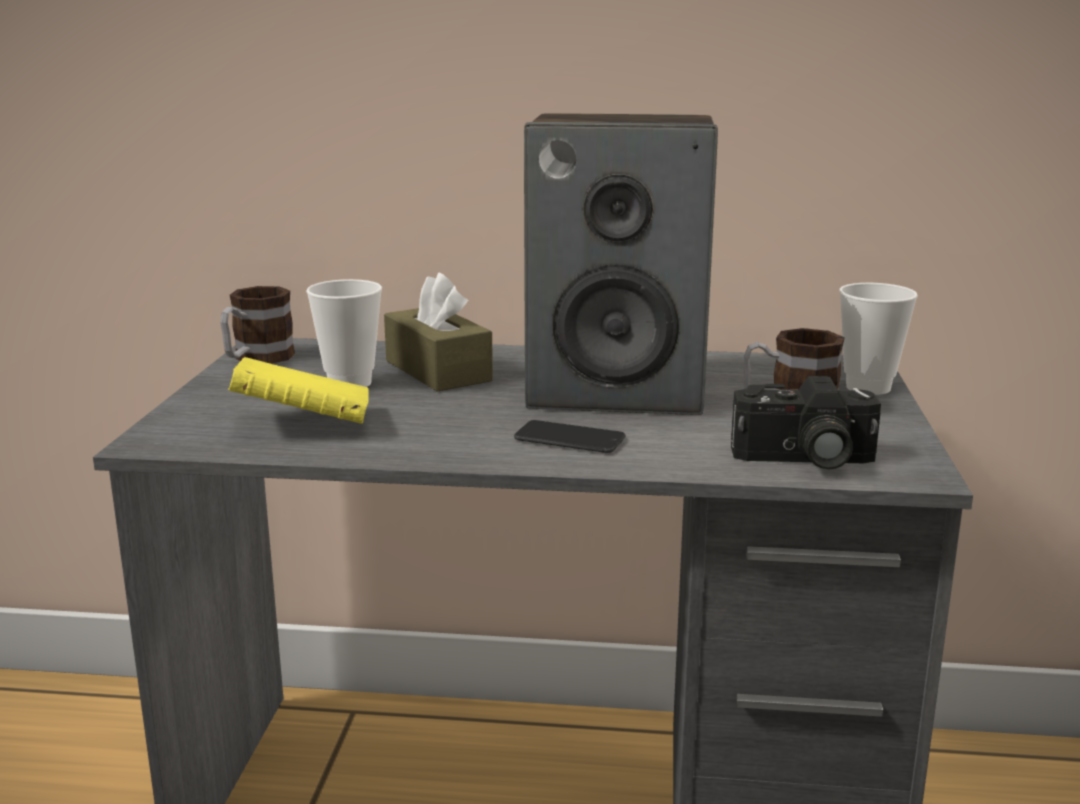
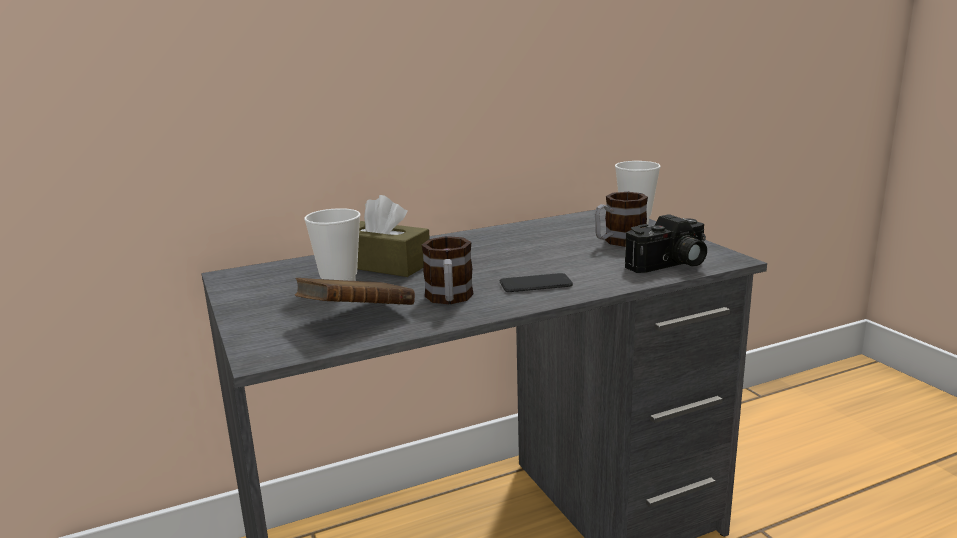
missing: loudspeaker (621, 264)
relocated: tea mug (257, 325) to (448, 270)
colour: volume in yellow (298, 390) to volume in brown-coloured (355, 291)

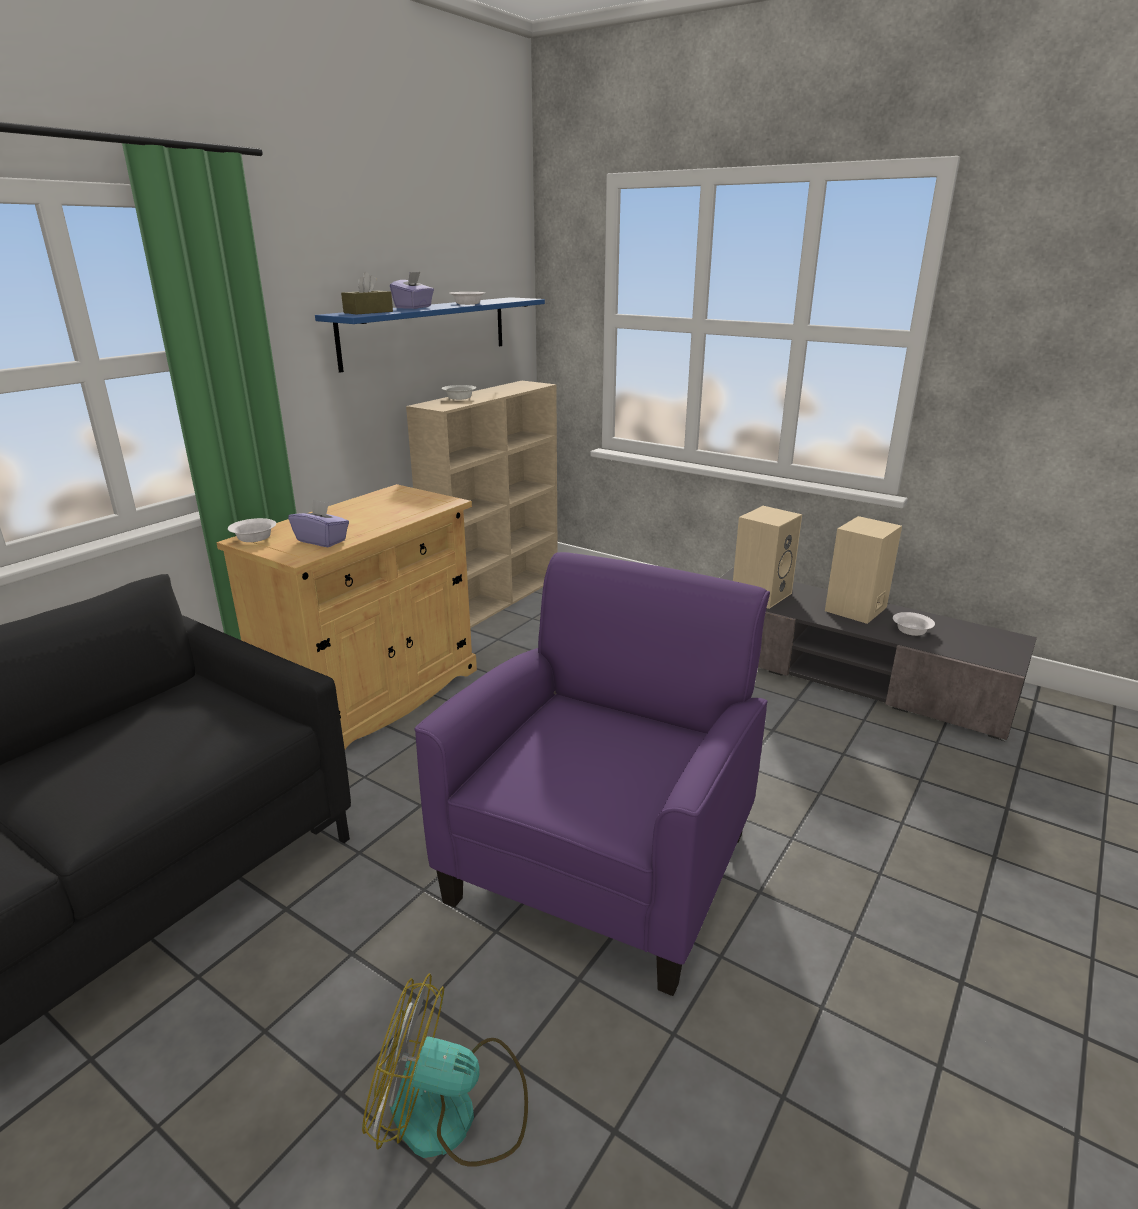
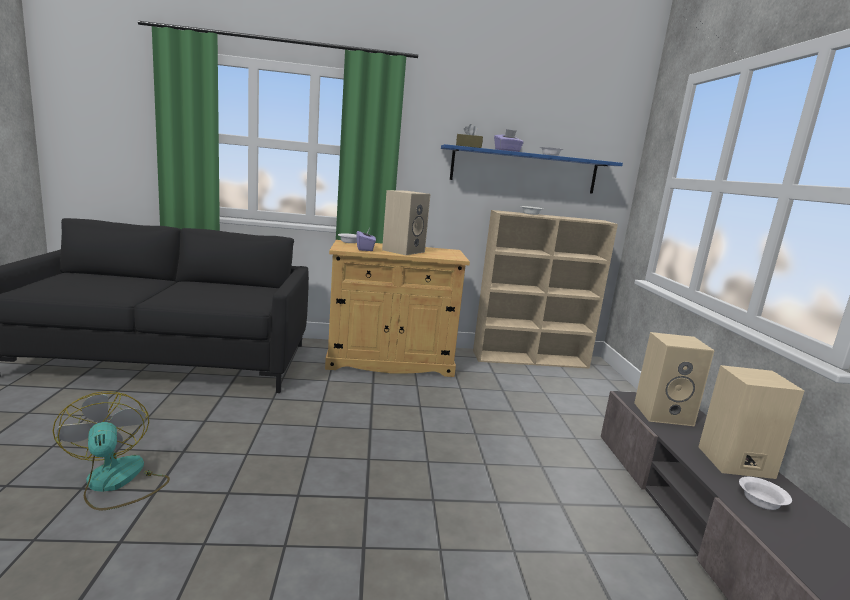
missing: easy chair in purplish (592, 774)
appeared: loudspeaker in sand-coloured (406, 222)

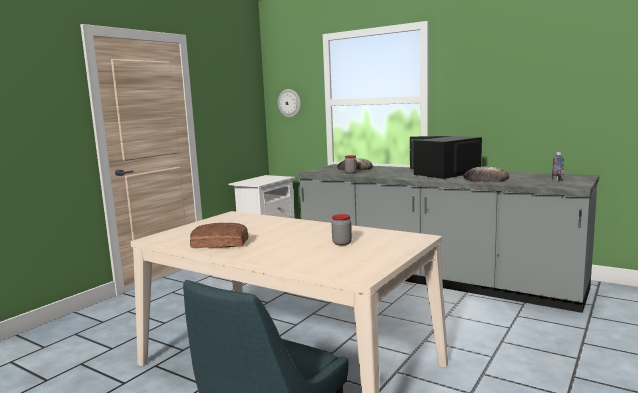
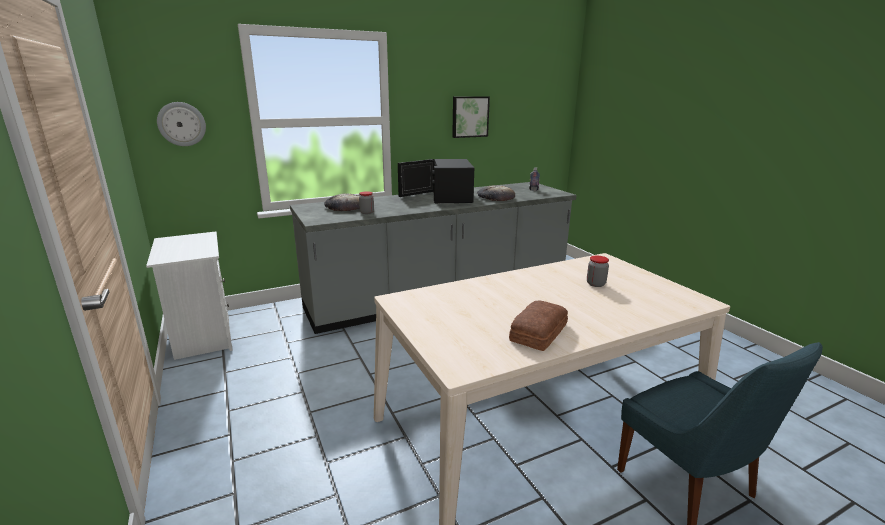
appeared: wall art (471, 117)

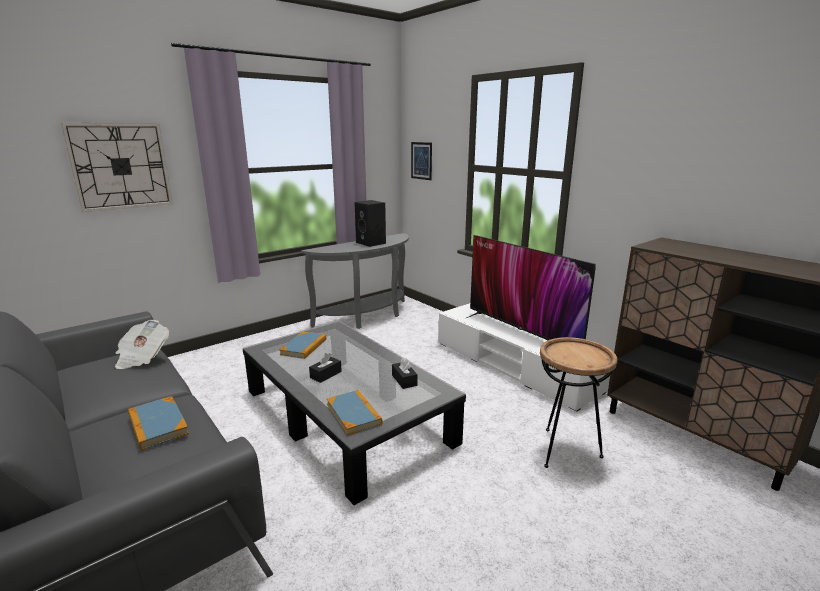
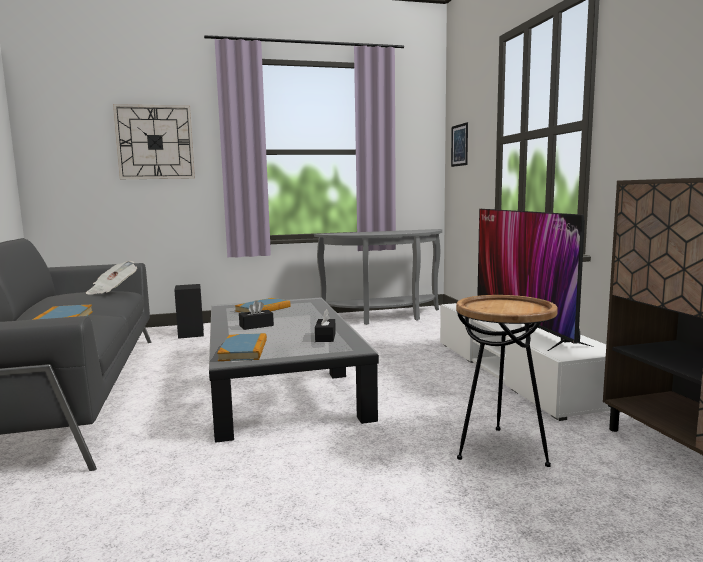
relocated: loudspeaker in black (370, 223) to (189, 311)

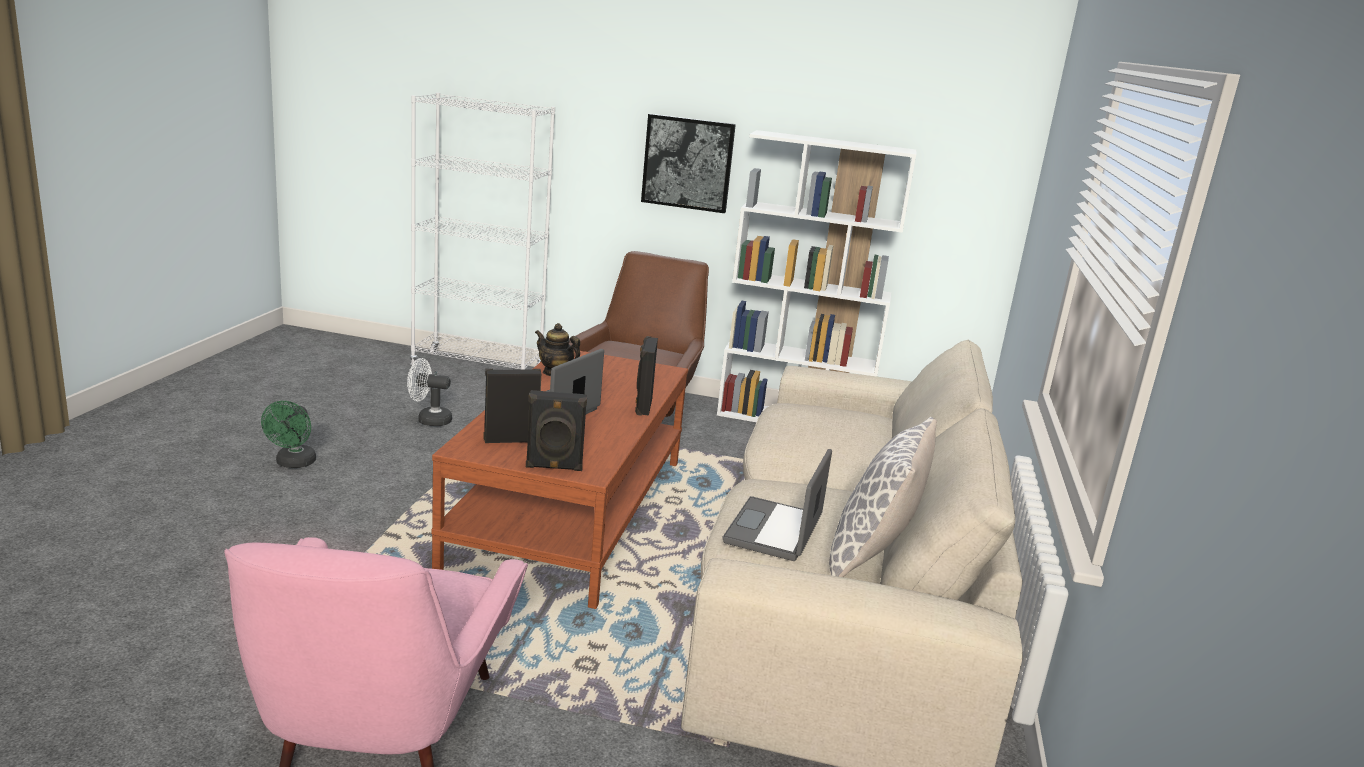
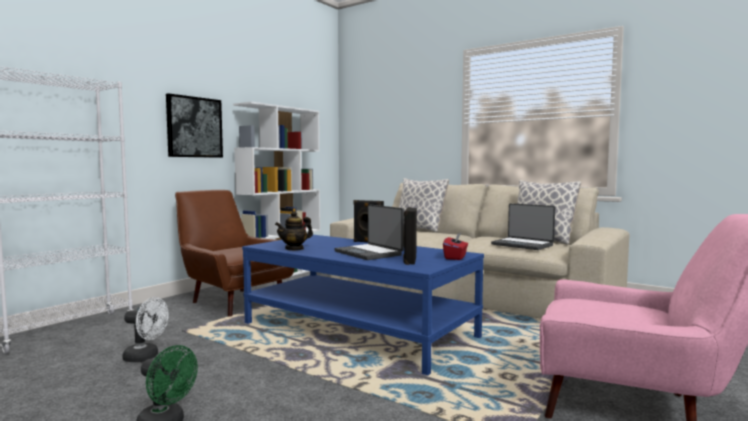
appeared: cushion (423, 205)
exchanged: loudspeaker in black (556, 430) to tissue box in reddish (455, 246)
colour: coffee table in brown-coloured (559, 480) to coffee table in bluish (363, 305)
spun: cooling fan in white (429, 392) = (146, 329) 105 degrees counterclockwise

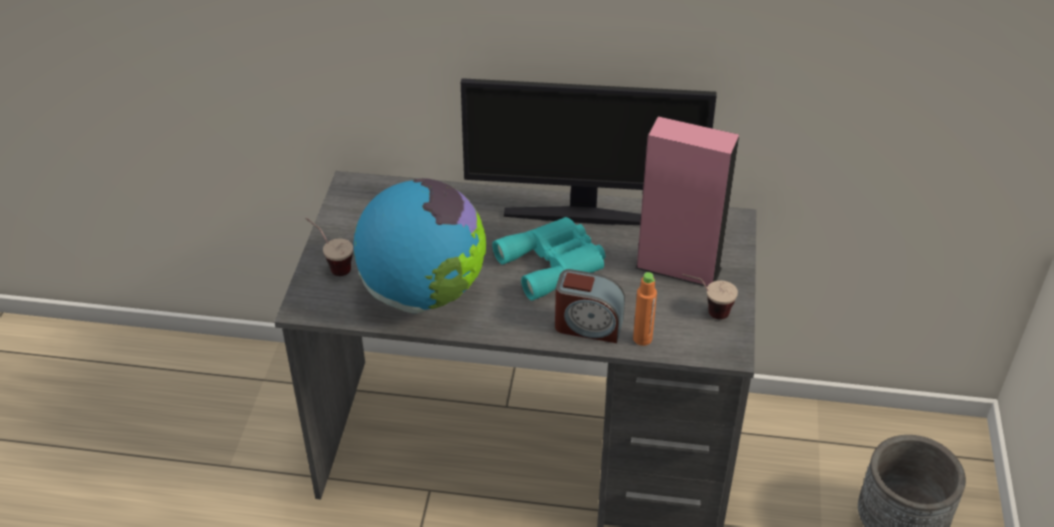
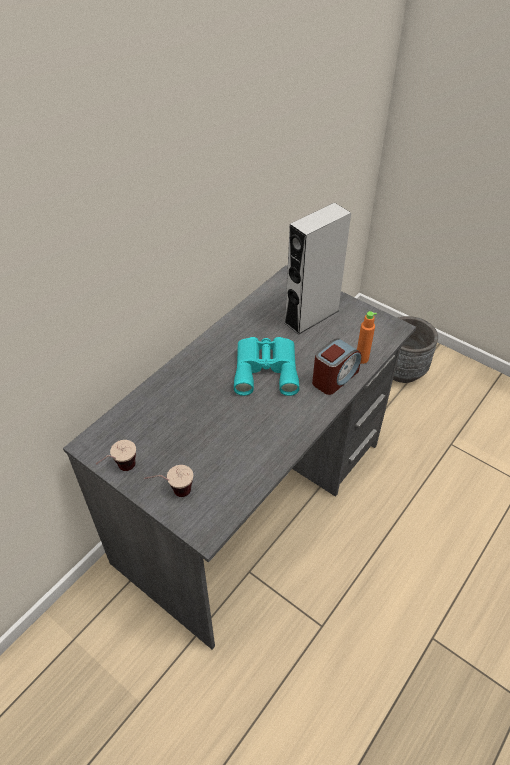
missing: desk globe (420, 245); computer display (589, 151)
relocated: cup (710, 297) to (116, 455)
colour: loudspeaker in pink (687, 201) to loudspeaker in grey (317, 268)

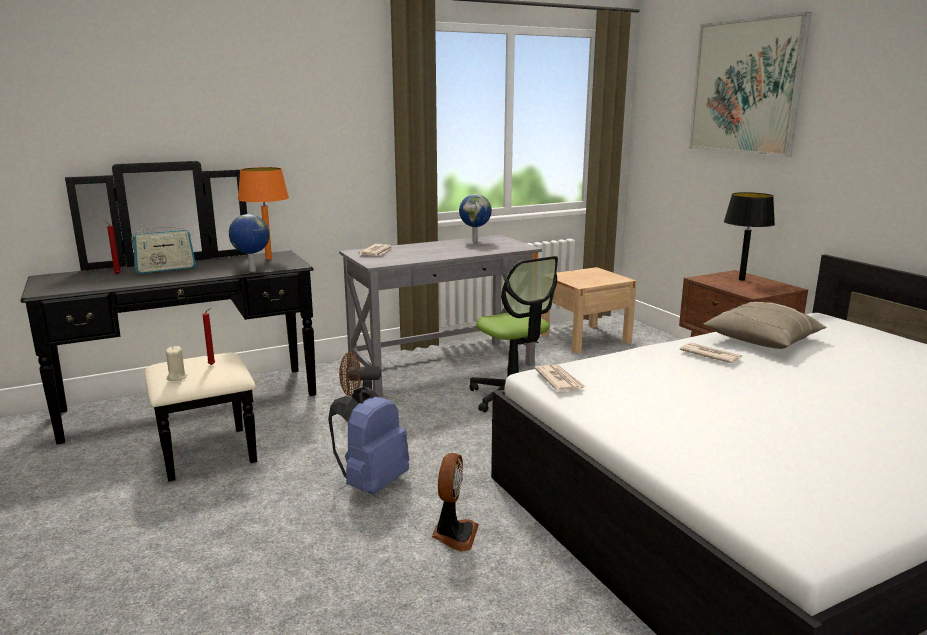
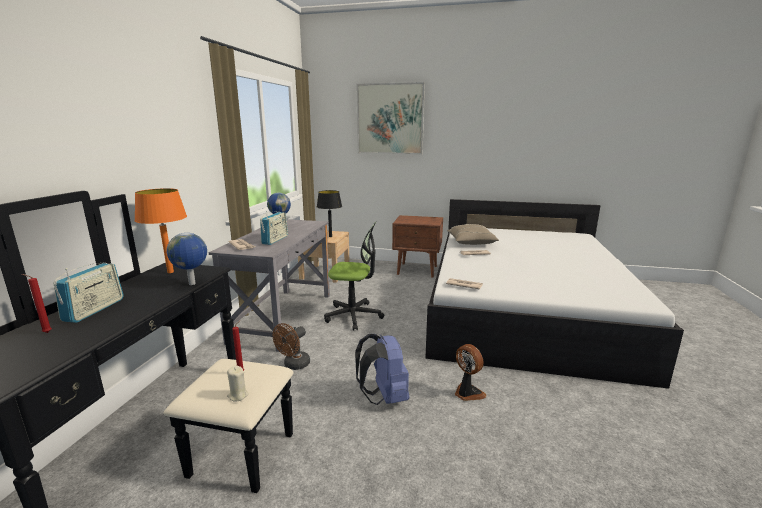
appeared: radio set (274, 228)
relocated: tabletop lamp in black (749, 236) to (329, 213)

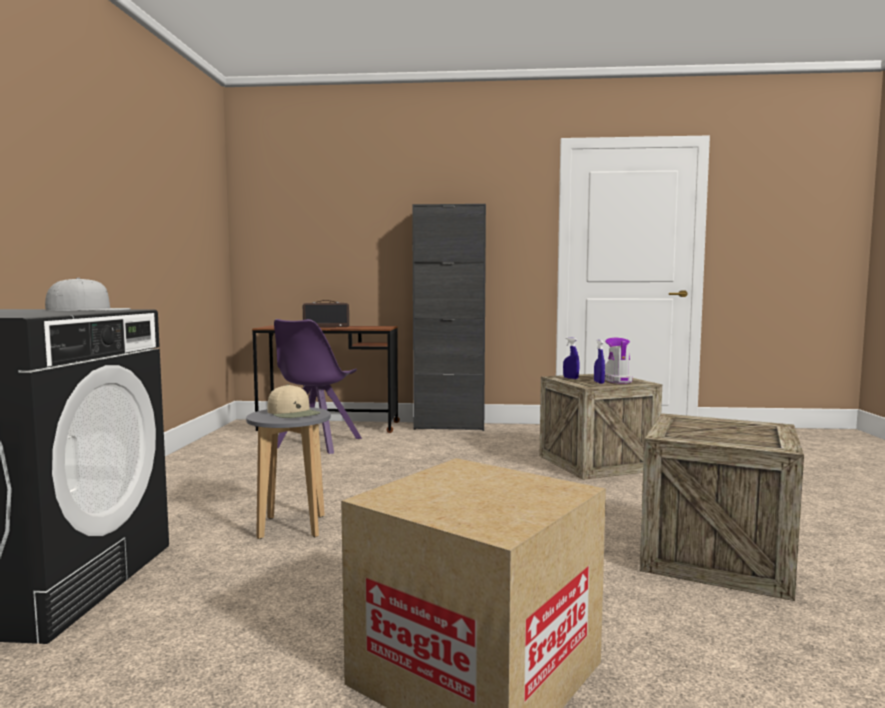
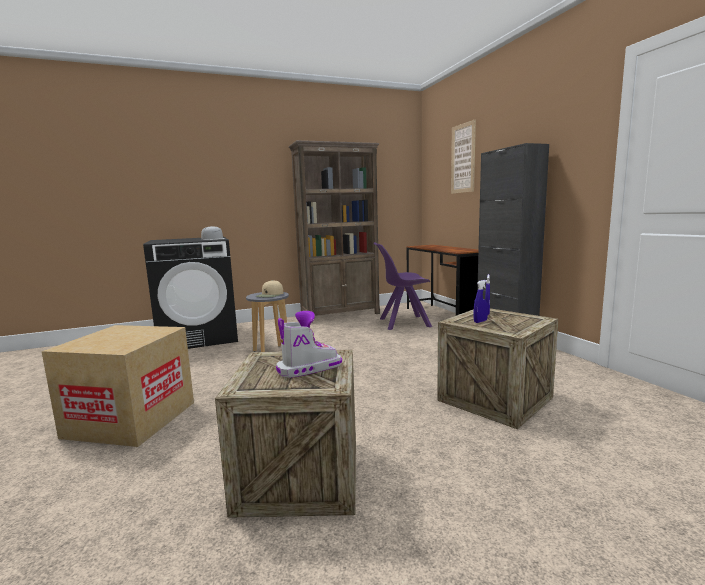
missing: radio set (326, 314)
appeared: bookshelf in brown-coloured (334, 231); wall art (463, 157)
relocated: tall boot (618, 361) to (309, 344)

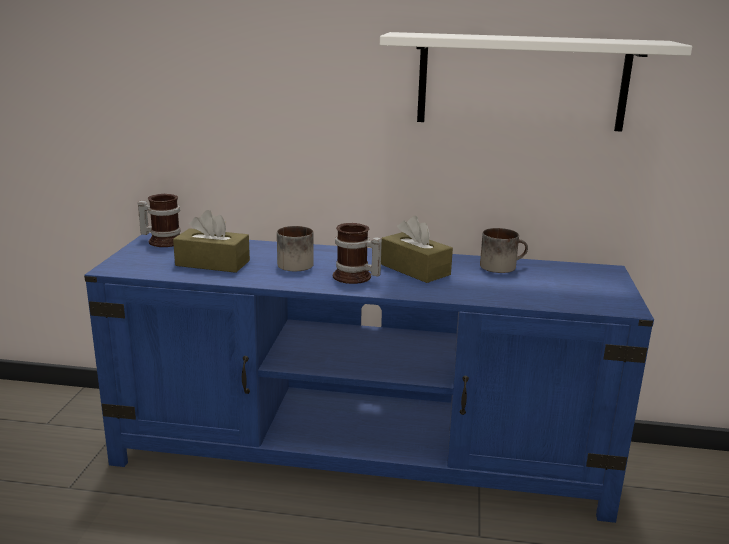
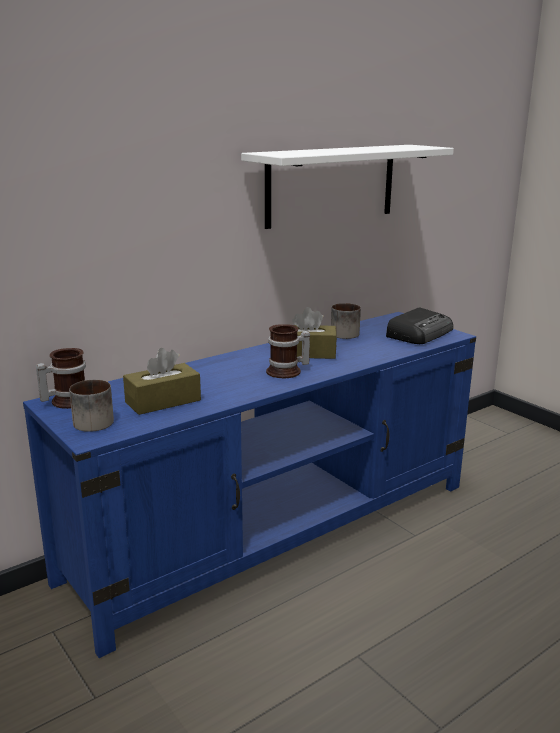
appeared: radio set (419, 325)
relocated: tea mug (295, 248) to (91, 406)

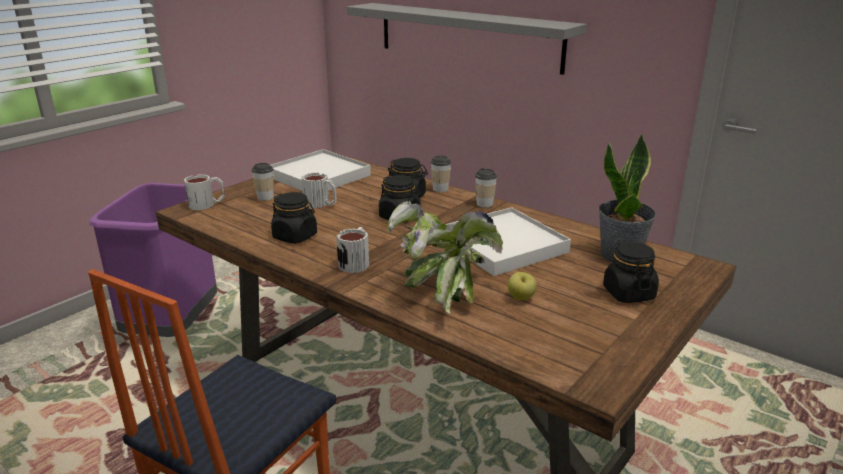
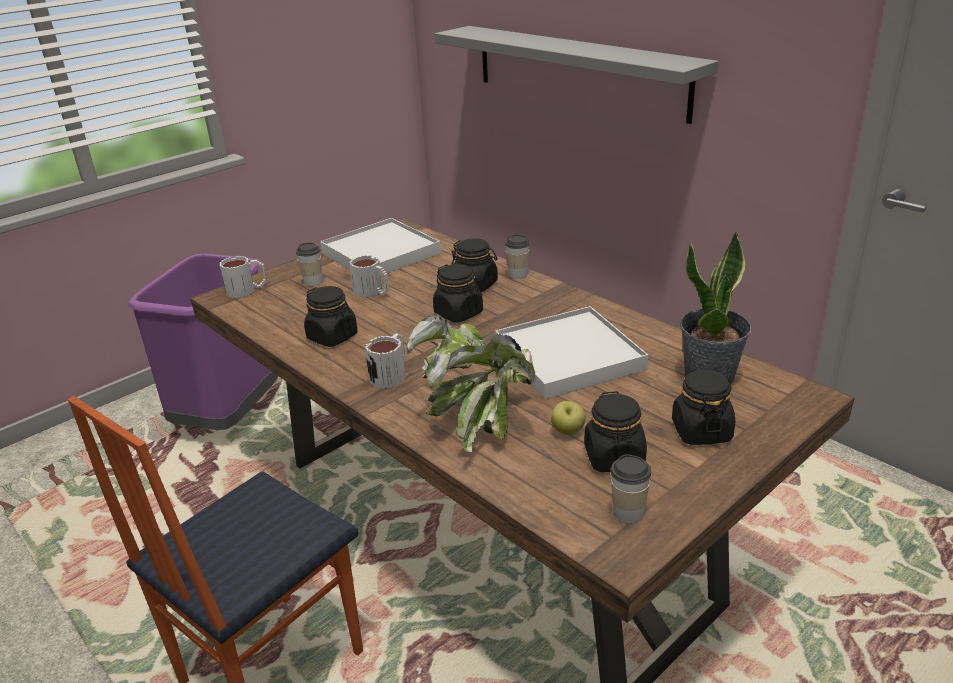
appeared: storage jar in black (615, 431)
relocated: cup (486, 188) to (631, 489)

